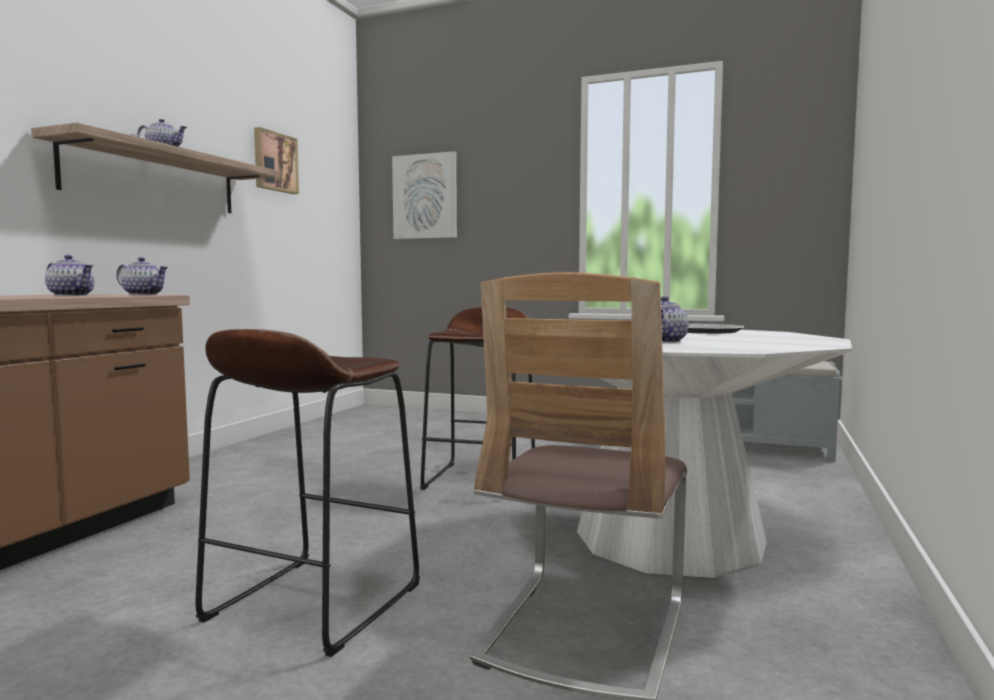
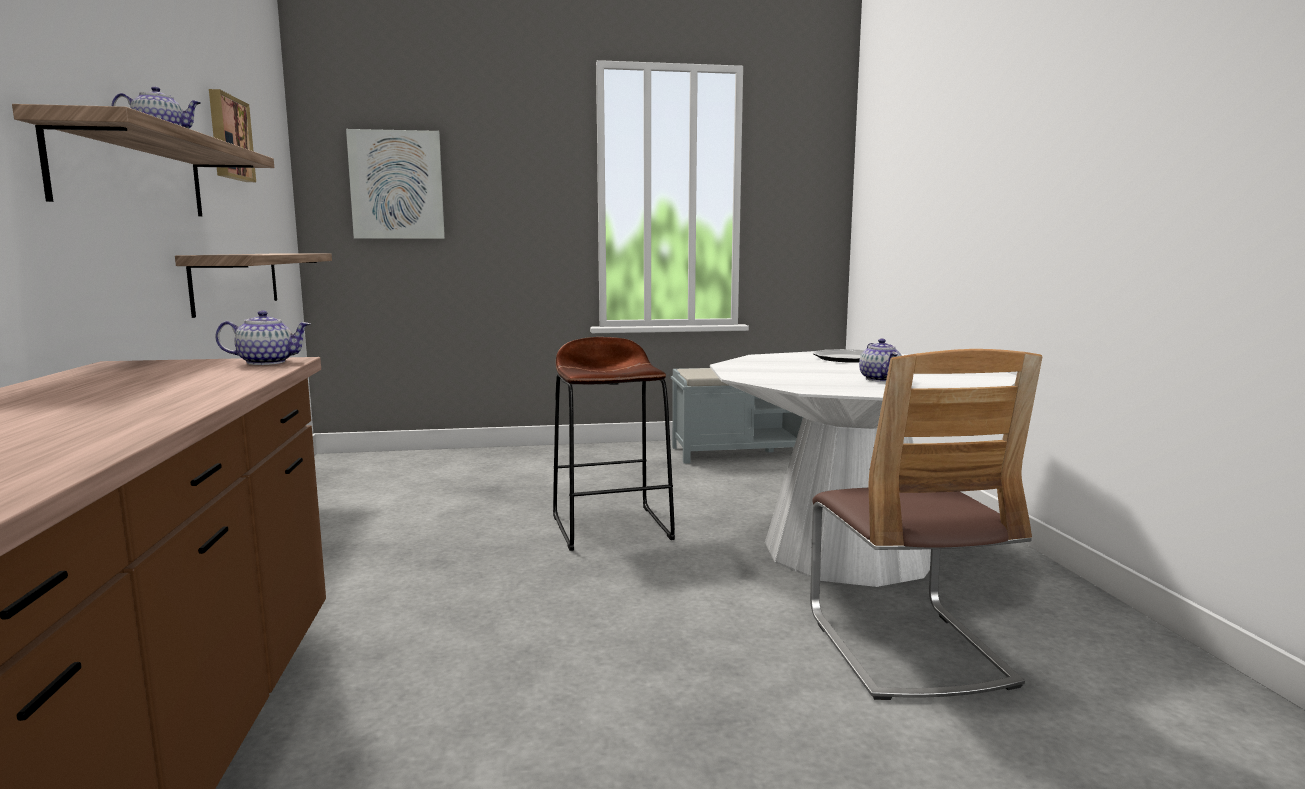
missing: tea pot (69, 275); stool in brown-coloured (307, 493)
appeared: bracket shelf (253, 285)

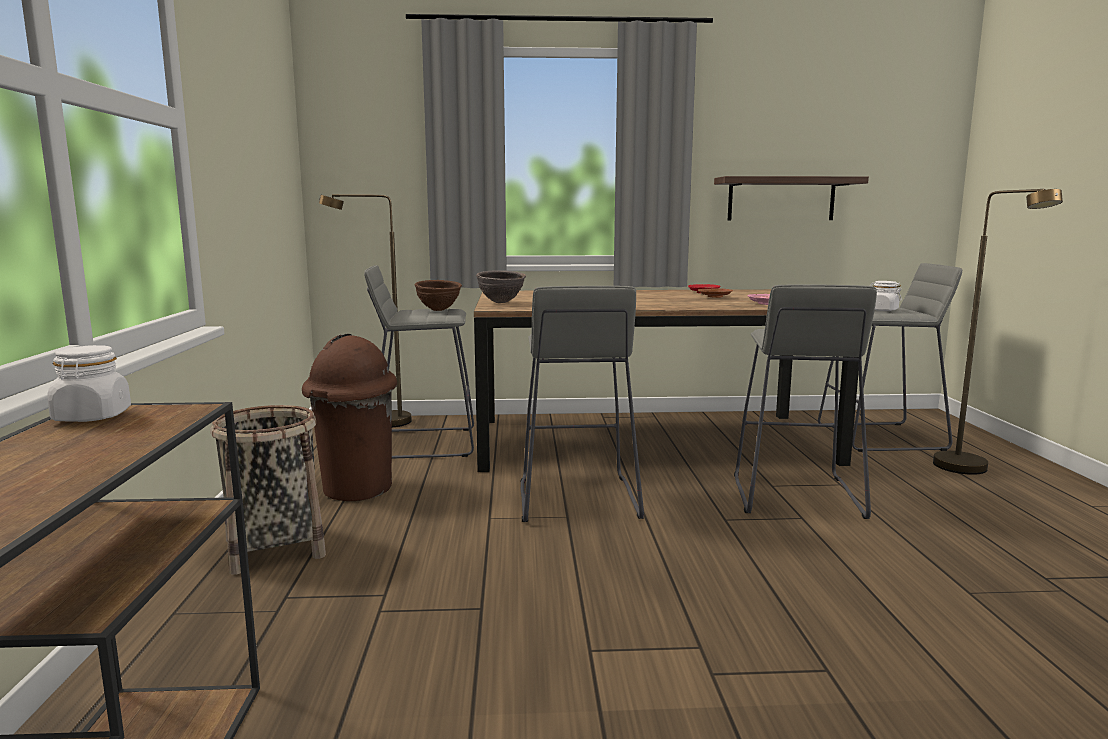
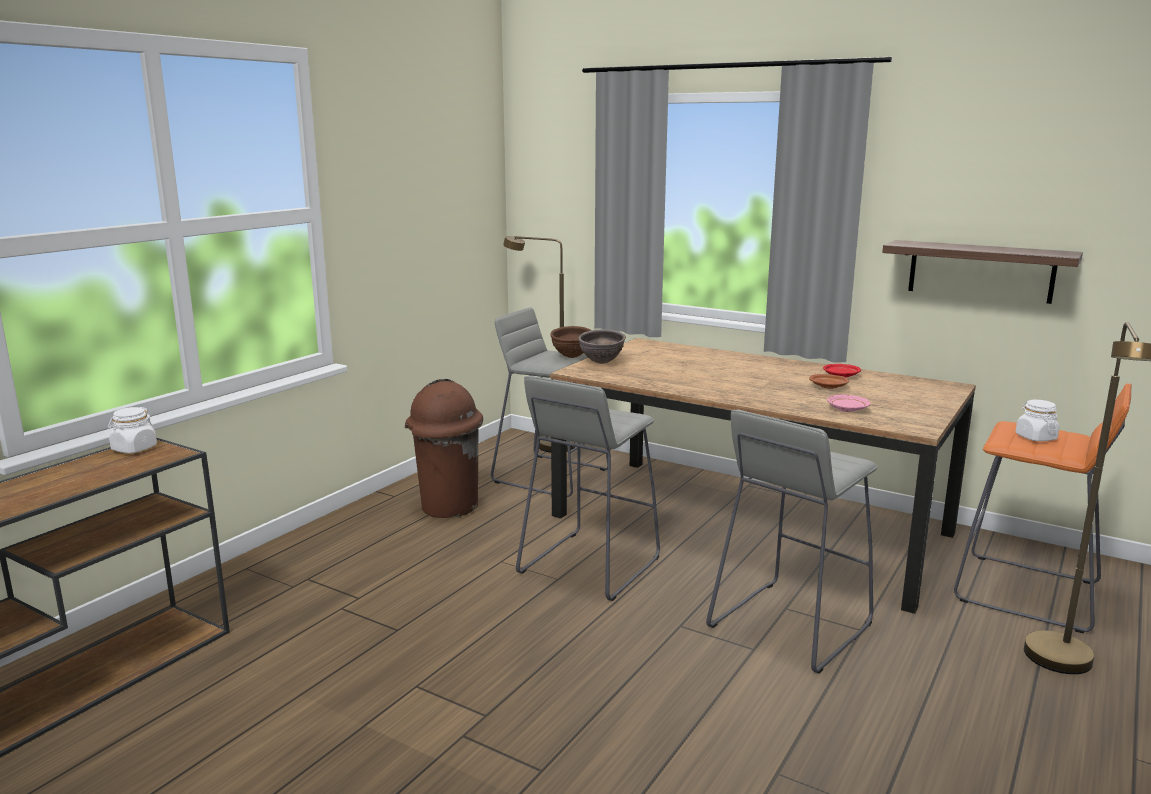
missing: household basket (268, 490)
colour: stool in grey (890, 357) to stool in orange-coloured (1043, 509)

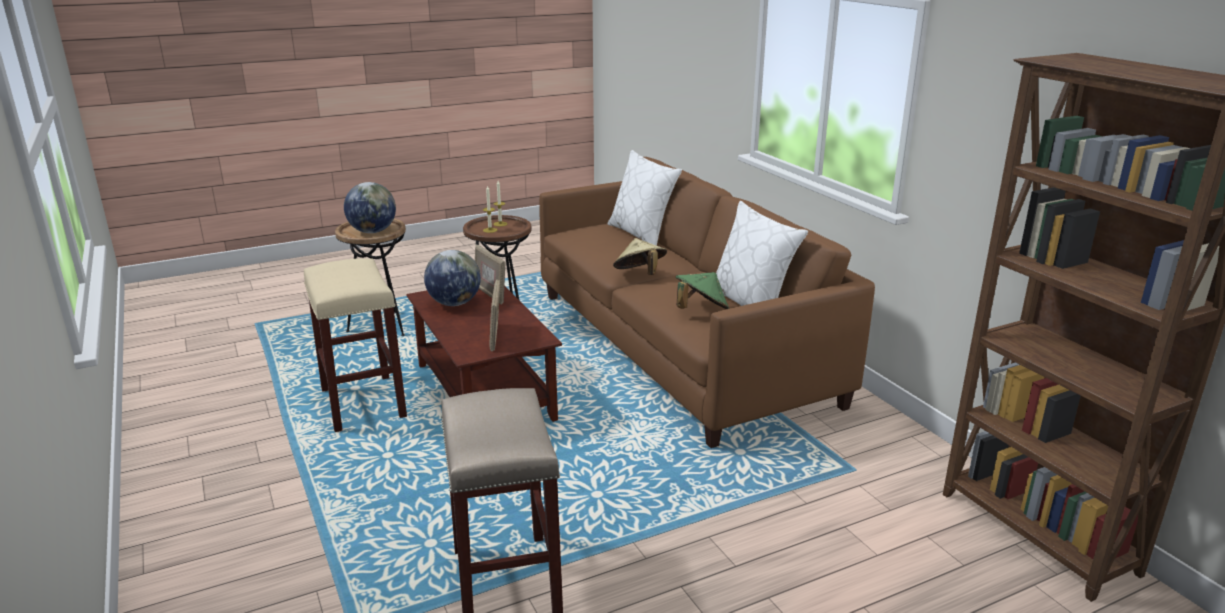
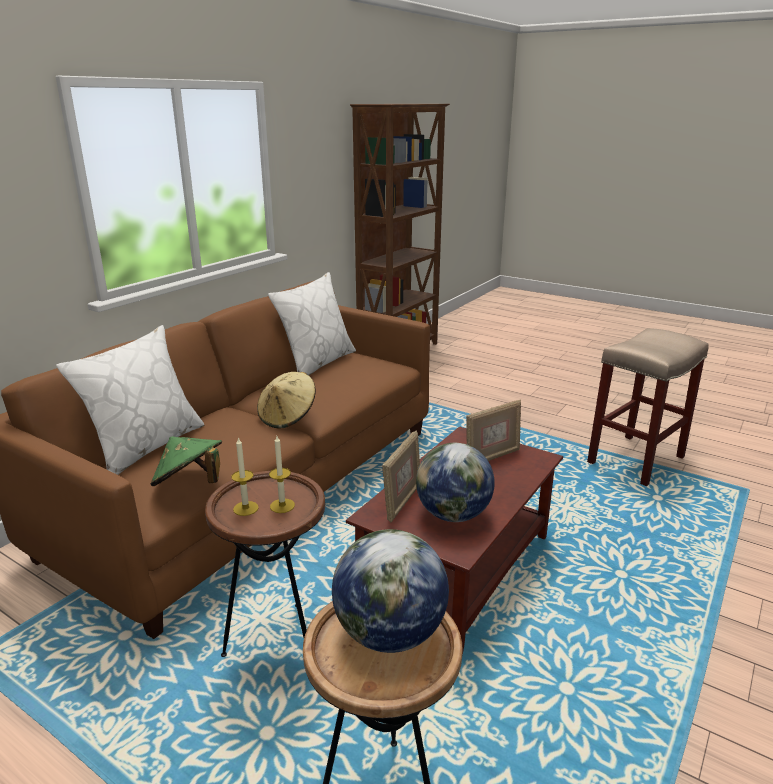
missing: stool in sand-coloured (355, 345)
relocated: wearable hat in green (702, 290) to (186, 461)

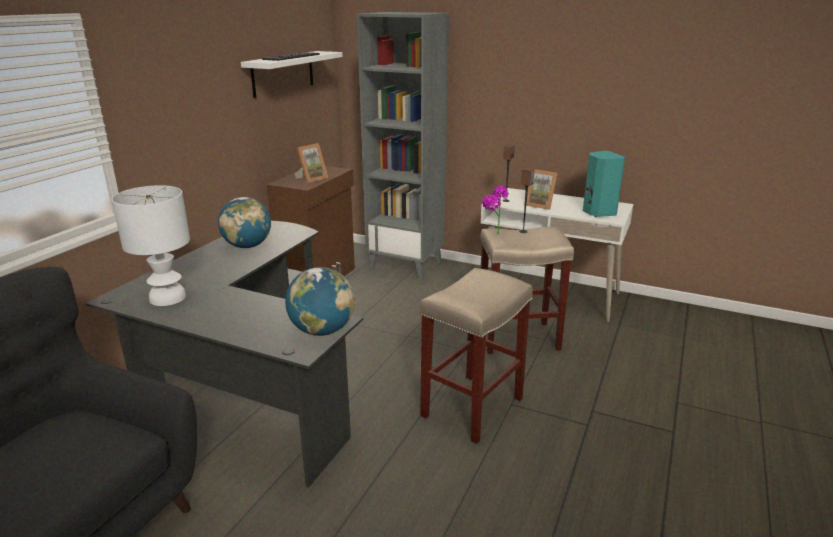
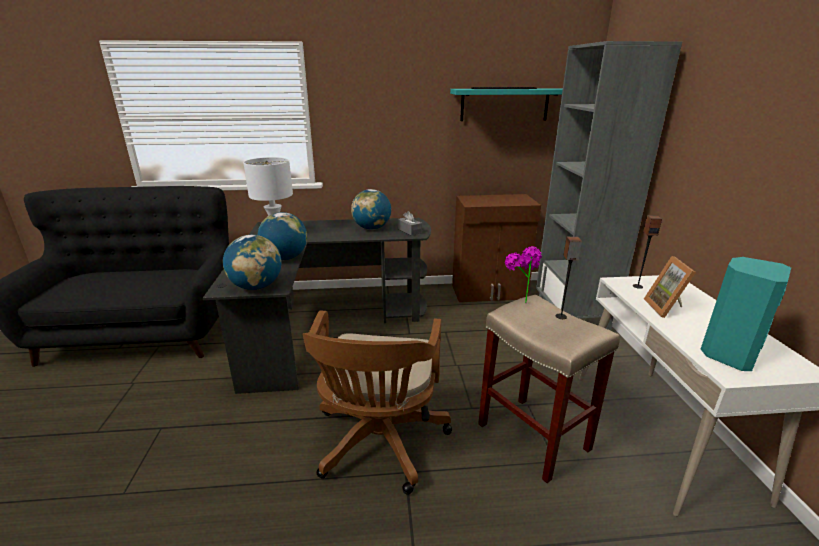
missing: photo frame (311, 163)
appeared: desk globe (282, 236); tissue box in grey (410, 223)
exchanged: stool in sand-coloured (476, 356) to computer chair in brown-coloured (377, 402)
colour: bracket shelf in white (291, 74) to bracket shelf in turquoise (506, 104)

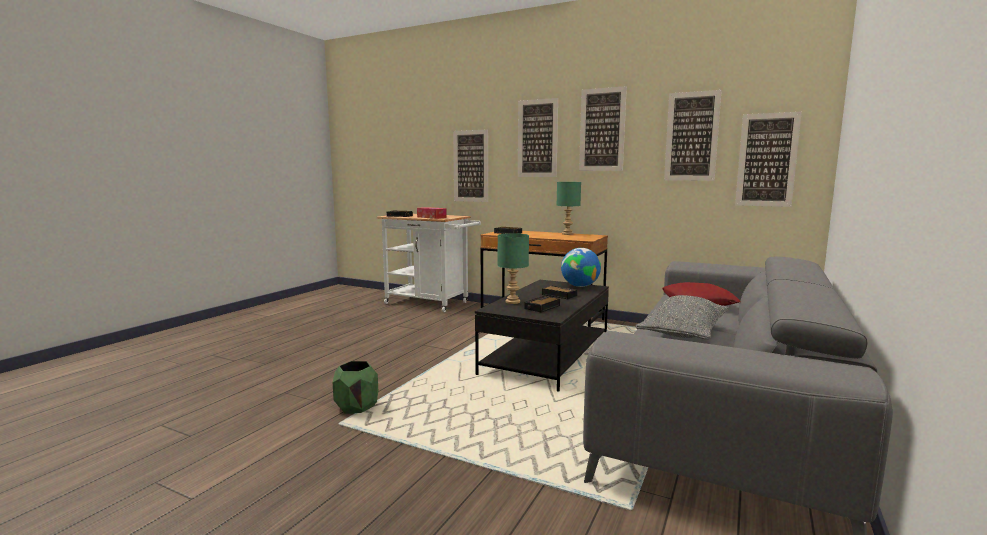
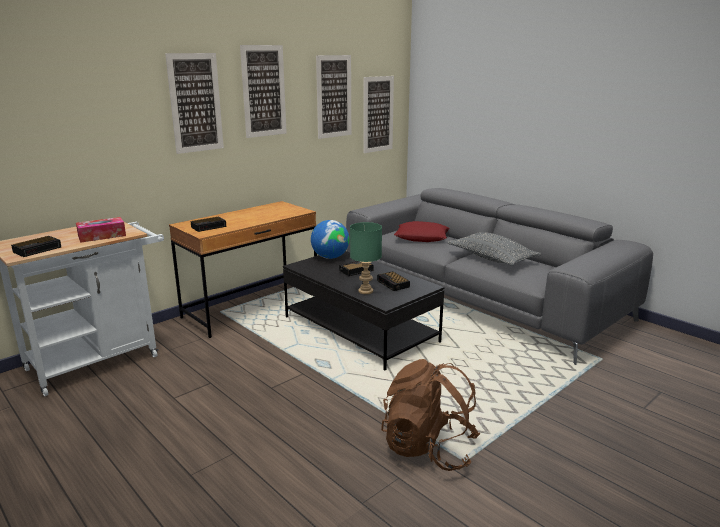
missing: wall art (470, 165); tabletop lamp in green (568, 208)
exchanged: planter in green (355, 387) to rucksack in brown-coloured (430, 415)

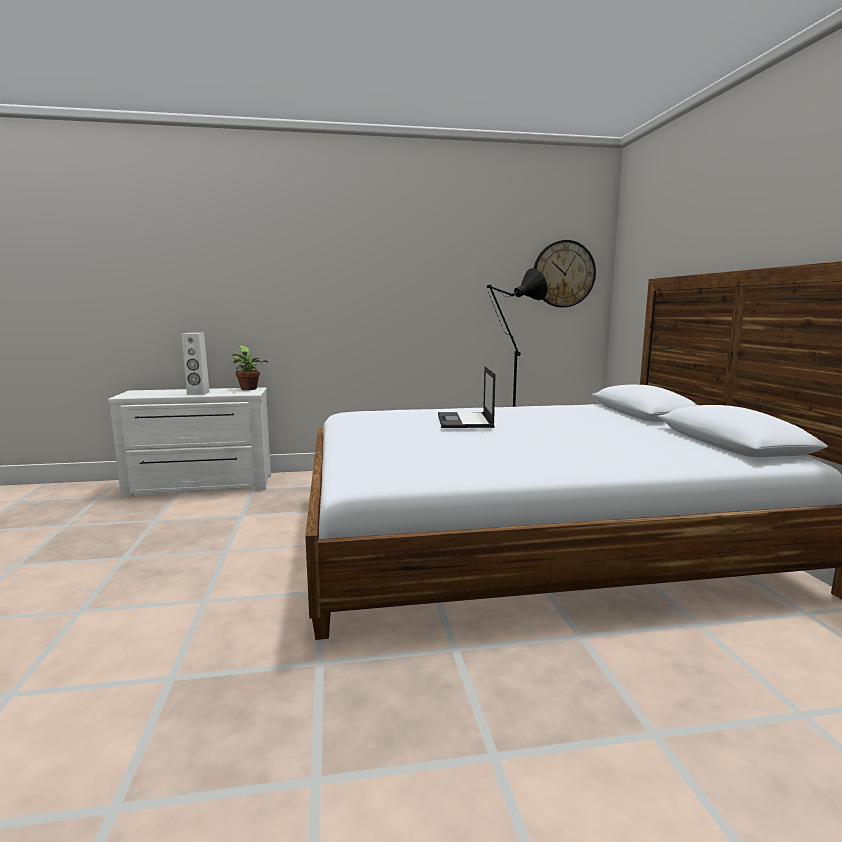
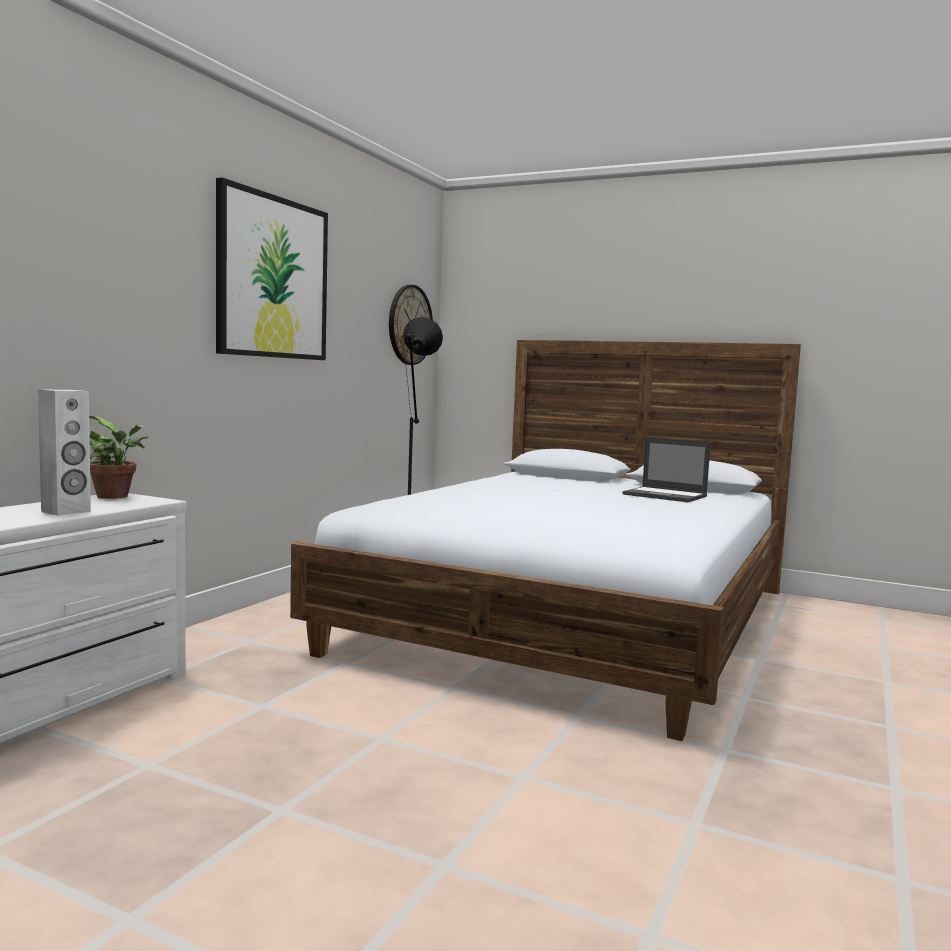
appeared: wall art (272, 268)
relocated: laptop (467, 397) to (666, 469)

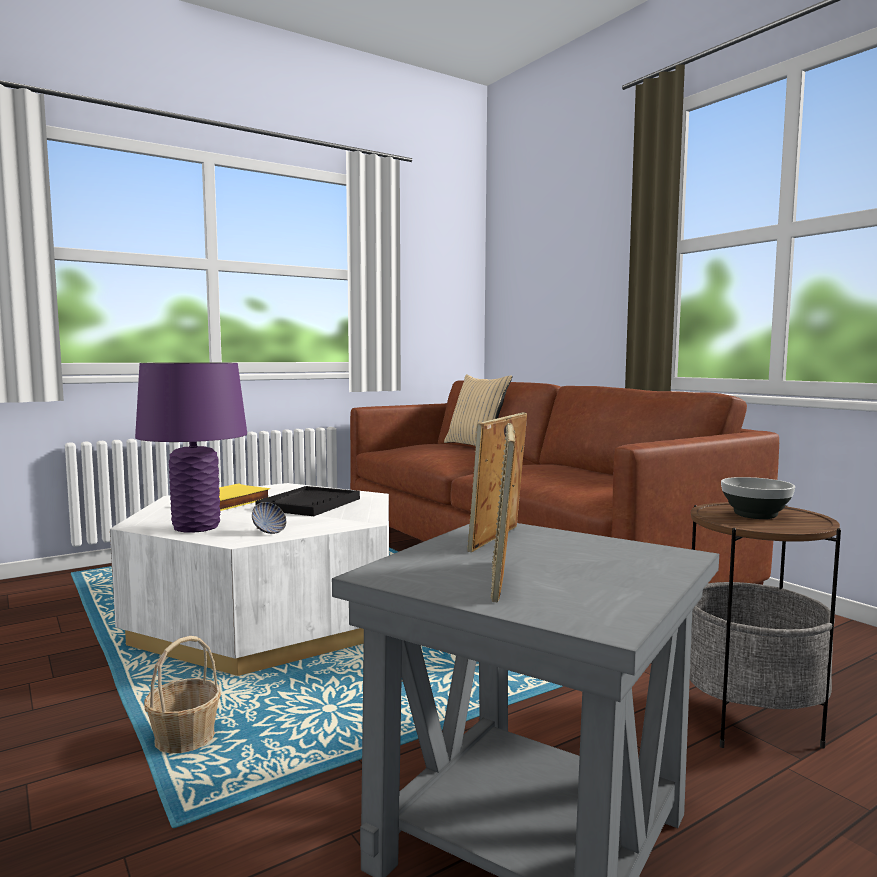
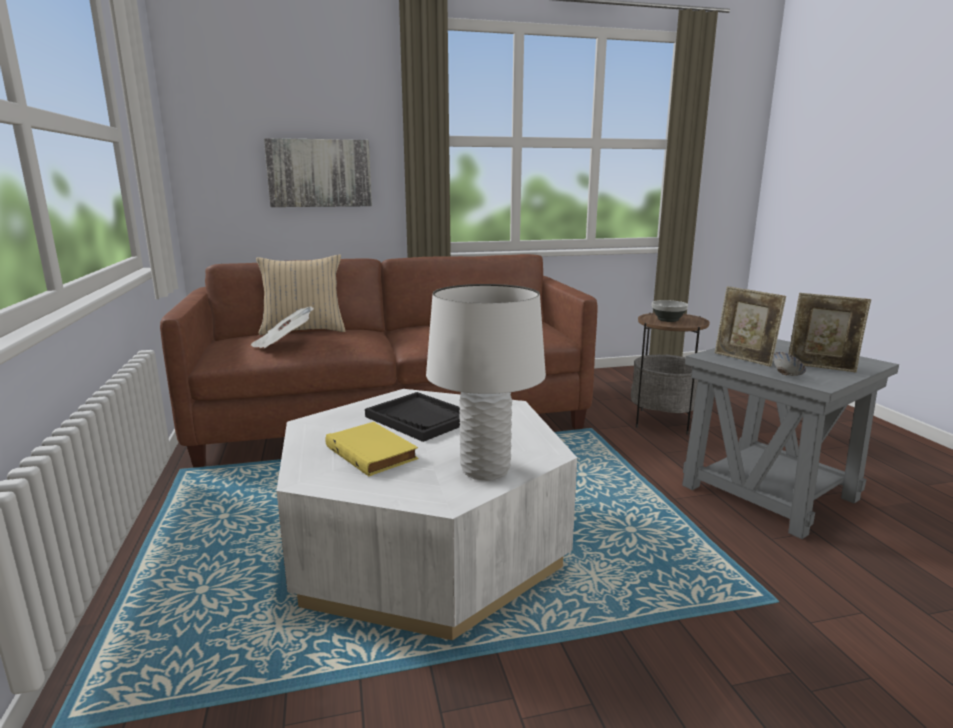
missing: household basket (182, 694)
appeared: printed paper (282, 328); wall art (318, 172)
relocated: deep dish (269, 518) to (789, 364)
colour: tabletop lamp in purplish (191, 447) to tabletop lamp in white (486, 382)

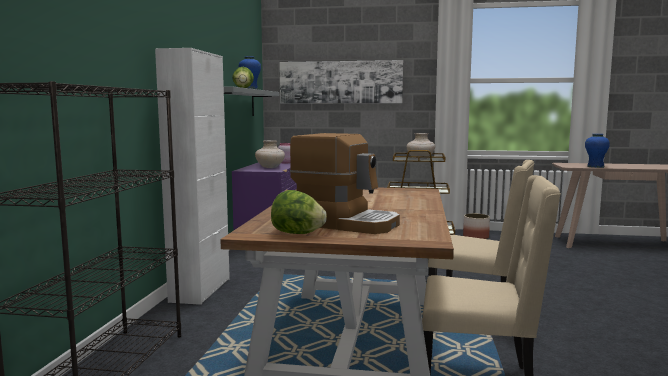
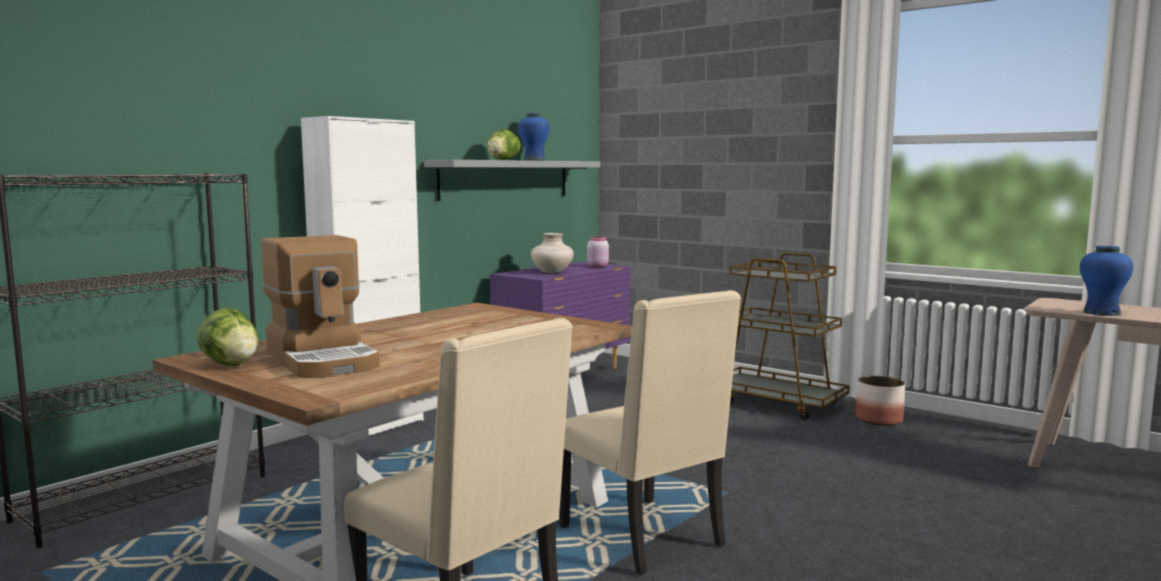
missing: wall art (341, 81); vase in sand-coloured (421, 146)

